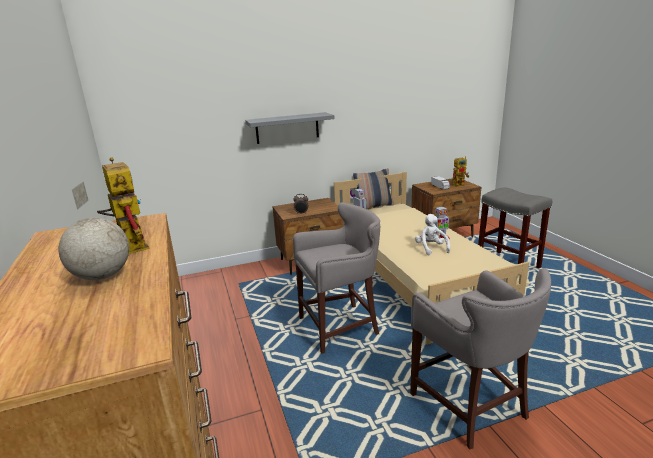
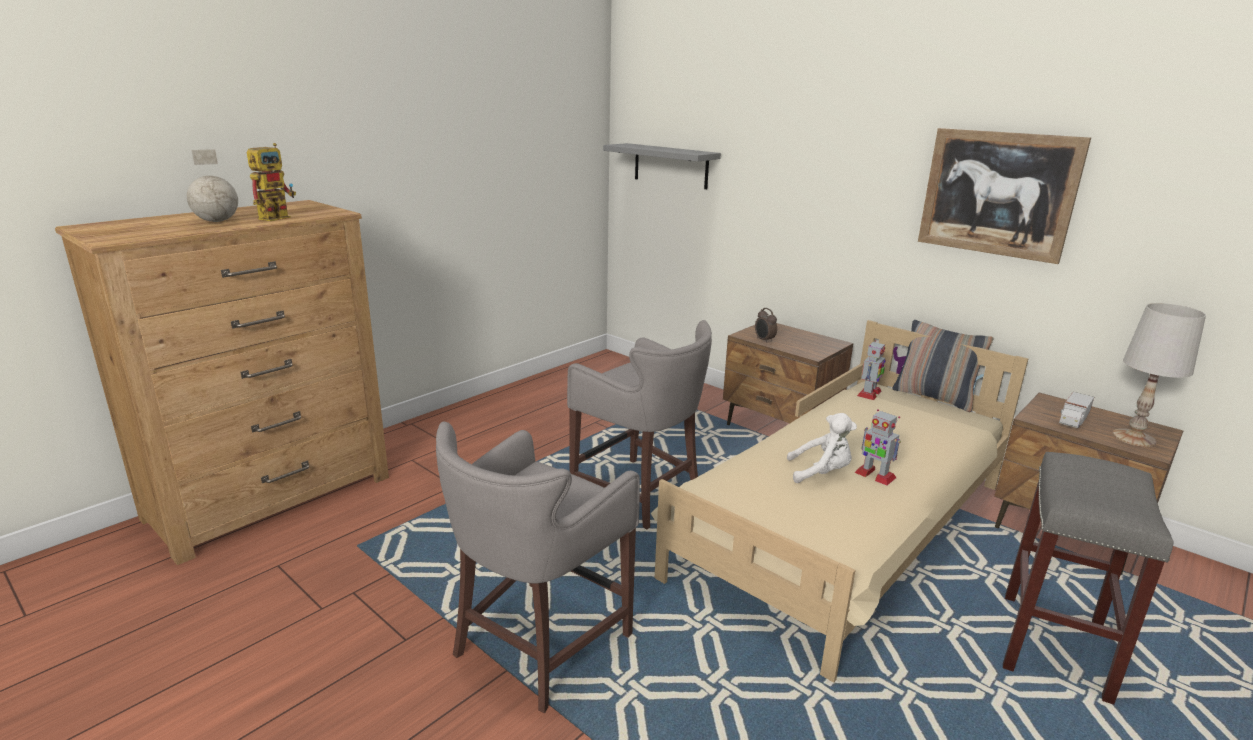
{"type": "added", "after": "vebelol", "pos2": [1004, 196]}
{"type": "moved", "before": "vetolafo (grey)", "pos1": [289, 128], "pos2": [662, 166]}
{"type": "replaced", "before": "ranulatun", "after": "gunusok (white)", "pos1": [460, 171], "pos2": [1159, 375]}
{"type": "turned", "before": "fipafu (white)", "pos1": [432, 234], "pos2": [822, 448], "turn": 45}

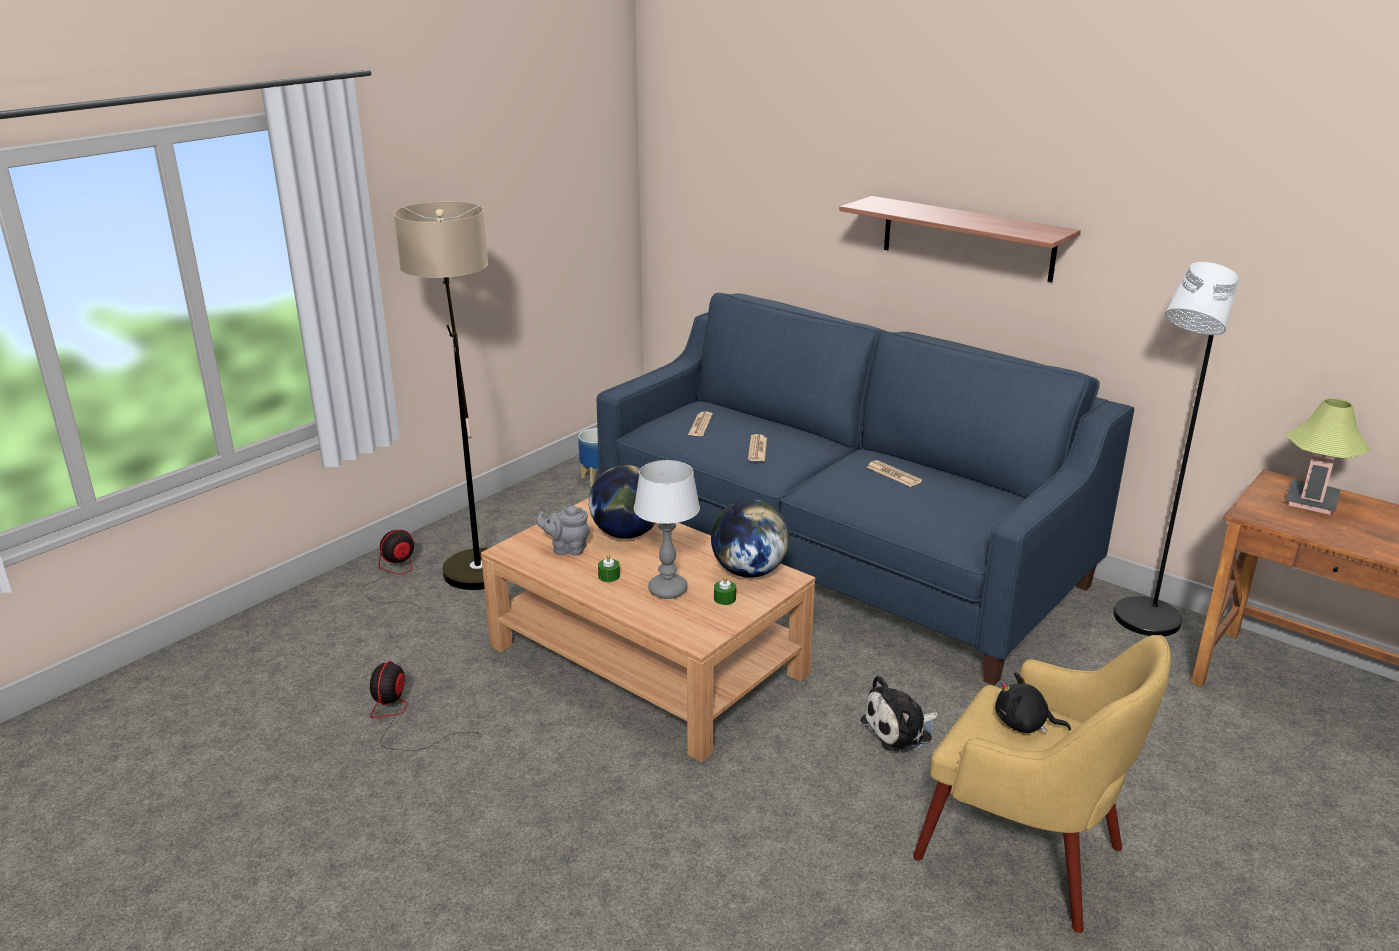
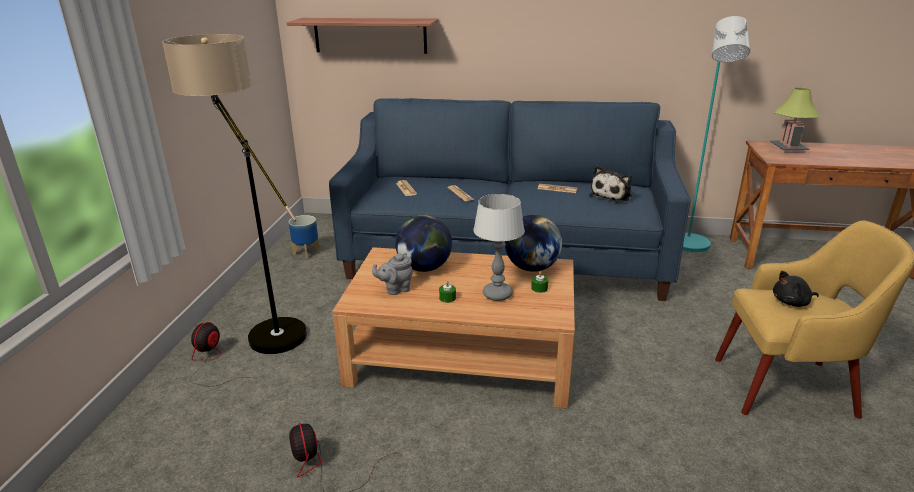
{"type": "moved", "before": "vetolafo", "pos1": [960, 239], "pos2": [363, 36]}
{"type": "moved", "before": "fipafu", "pos1": [899, 714], "pos2": [610, 184]}
{"type": "recoloured", "before": "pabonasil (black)", "after": "pabonasil (turquoise)", "pos1": [1176, 449], "pos2": [716, 134]}

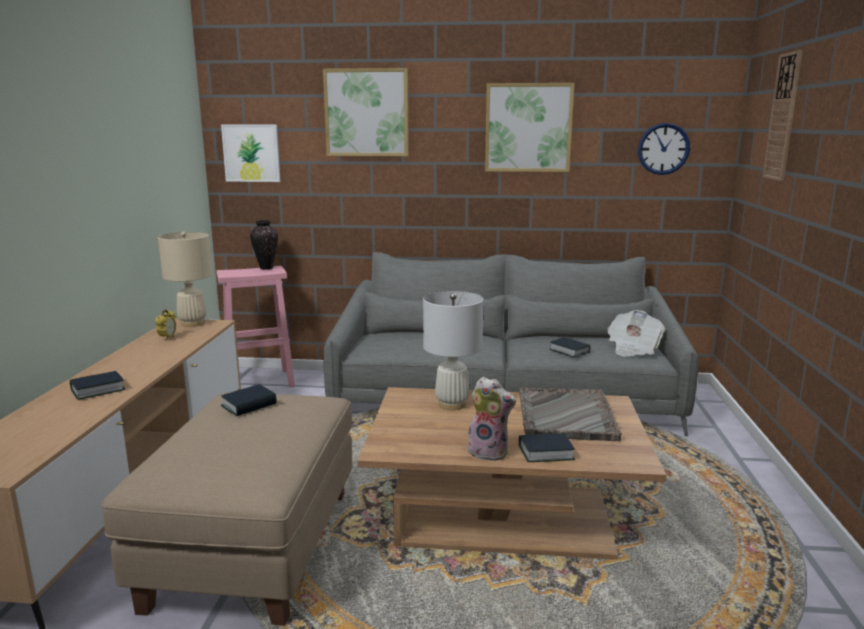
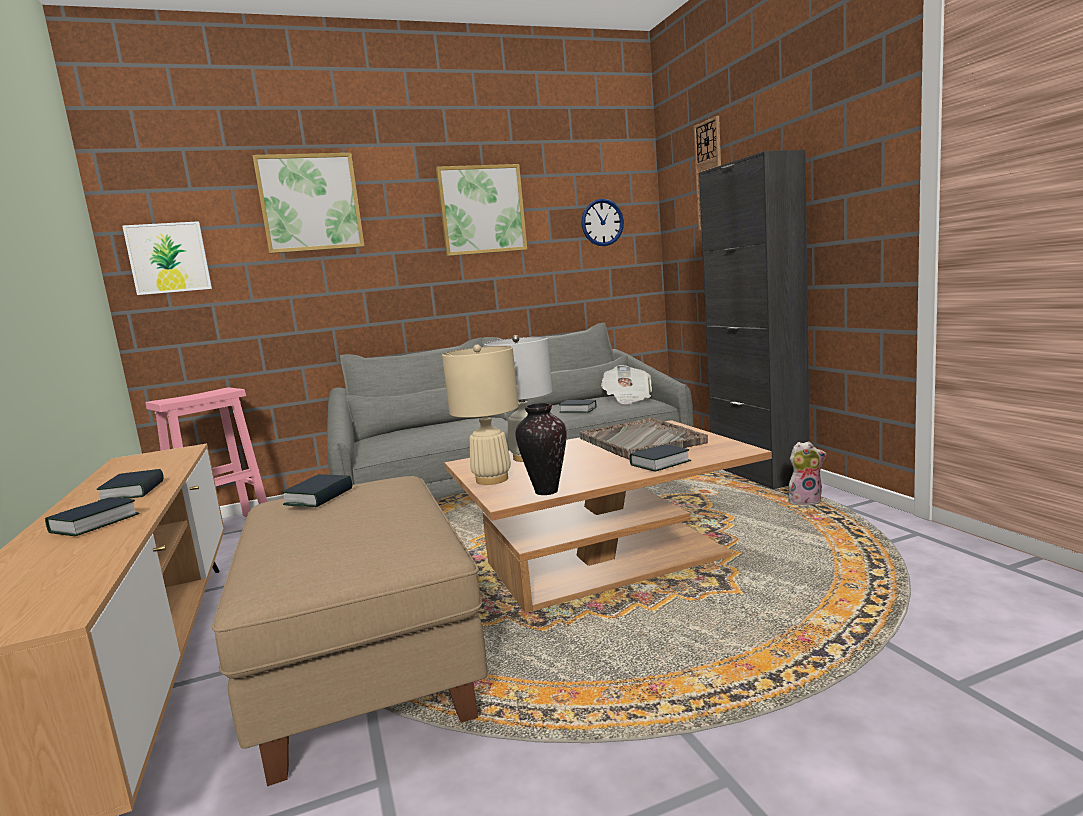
{"type": "removed", "before": "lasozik", "pos1": [165, 324]}
{"type": "added", "after": "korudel", "pos2": [130, 485]}
{"type": "added", "after": "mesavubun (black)", "pos2": [754, 319]}
{"type": "moved", "before": "gunusok (beige)", "pos1": [185, 279], "pos2": [480, 415]}
{"type": "moved", "before": "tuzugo", "pos1": [264, 244], "pos2": [541, 449]}
{"type": "moved", "before": "fipafu", "pos1": [491, 419], "pos2": [807, 473]}

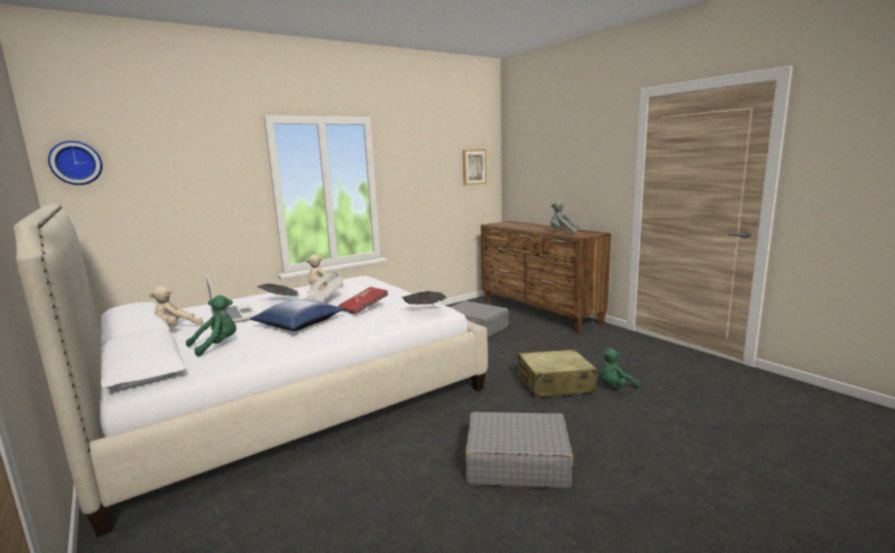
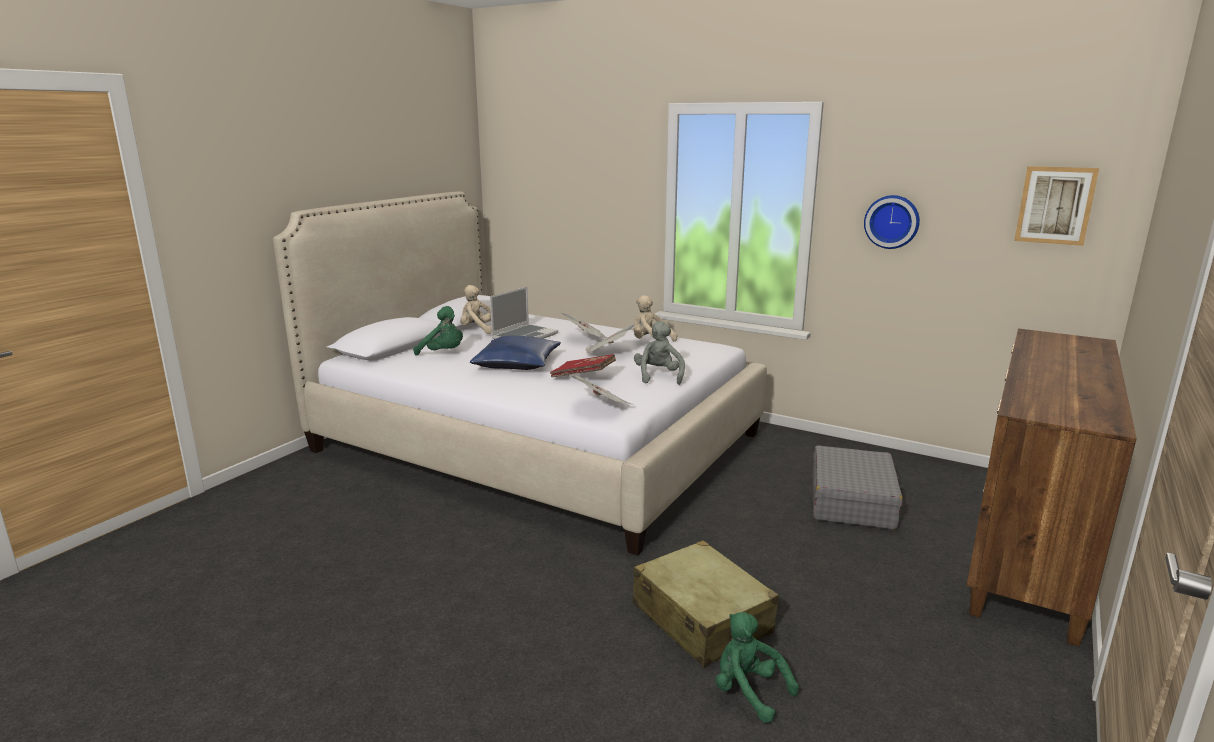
{"type": "removed", "before": "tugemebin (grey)", "pos1": [519, 450]}
{"type": "moved", "before": "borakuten", "pos1": [75, 163], "pos2": [892, 222]}
{"type": "moved", "before": "fipafu (grey)", "pos1": [564, 217], "pos2": [659, 353]}

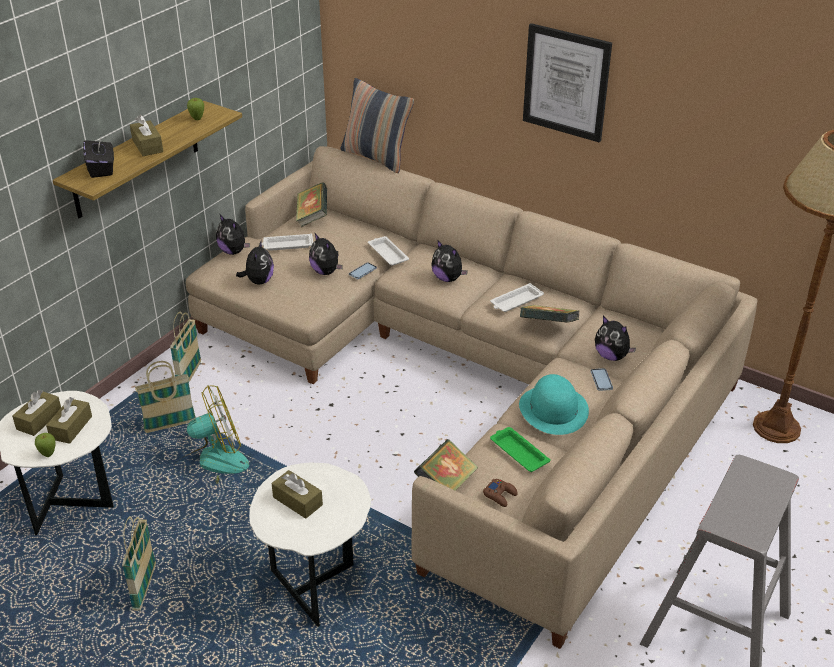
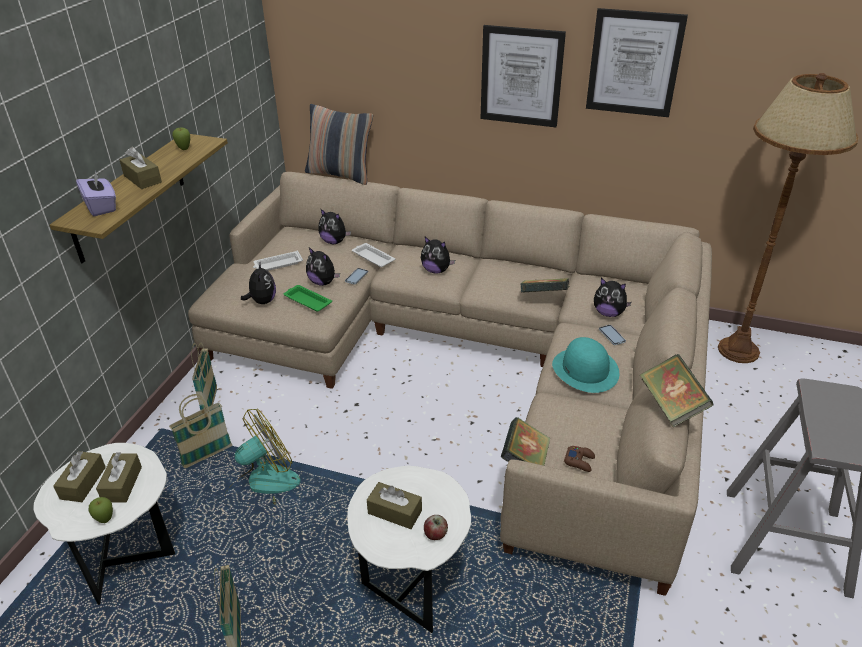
{"type": "removed", "before": "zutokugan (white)", "pos1": [517, 297]}
{"type": "added", "after": "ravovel", "pos2": [436, 527]}
{"type": "added", "after": "vebelol", "pos2": [637, 62]}
{"type": "moved", "before": "fipafu", "pos1": [233, 235], "pos2": [334, 226]}
{"type": "moved", "before": "korudel", "pos1": [311, 205], "pos2": [677, 391]}
{"type": "moved", "before": "zutokugan (green)", "pos1": [520, 449], "pos2": [308, 298]}
{"type": "recoloured", "before": "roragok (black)", "after": "roragok (purple)", "pos1": [98, 157], "pos2": [96, 193]}

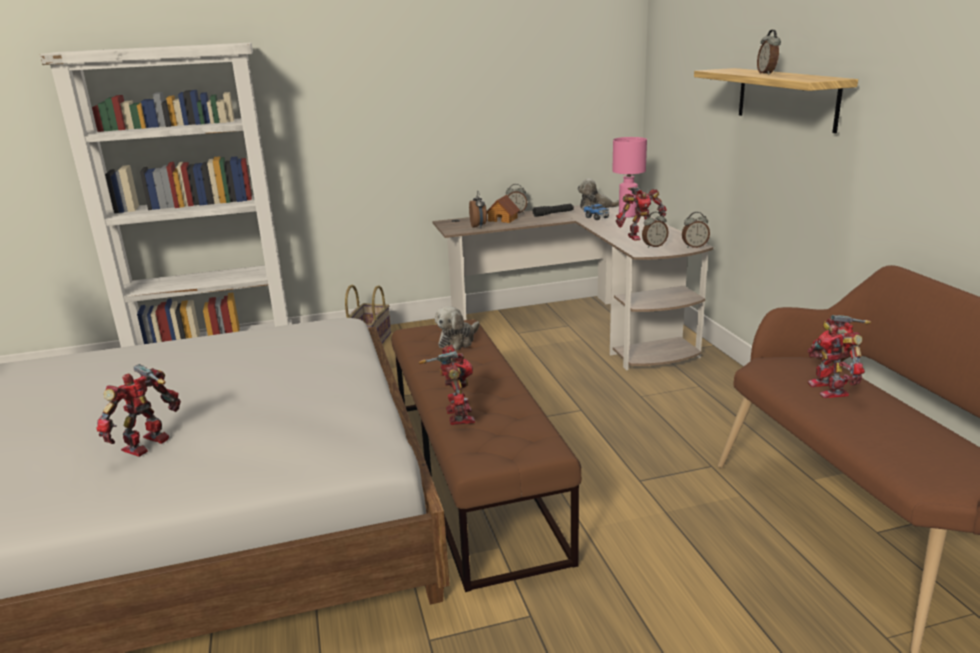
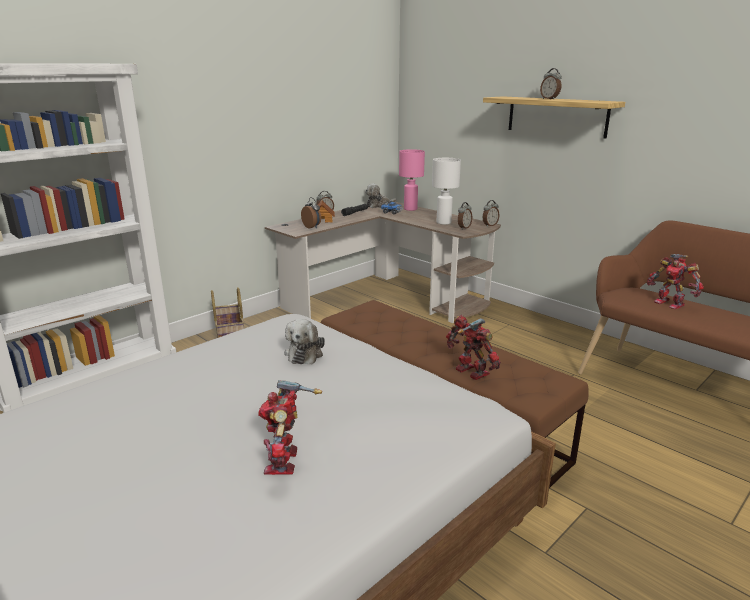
{"type": "moved", "before": "fipafu", "pos1": [457, 328], "pos2": [304, 341]}
{"type": "replaced", "before": "ranulatun", "after": "gunusok (white)", "pos1": [641, 214], "pos2": [446, 191]}

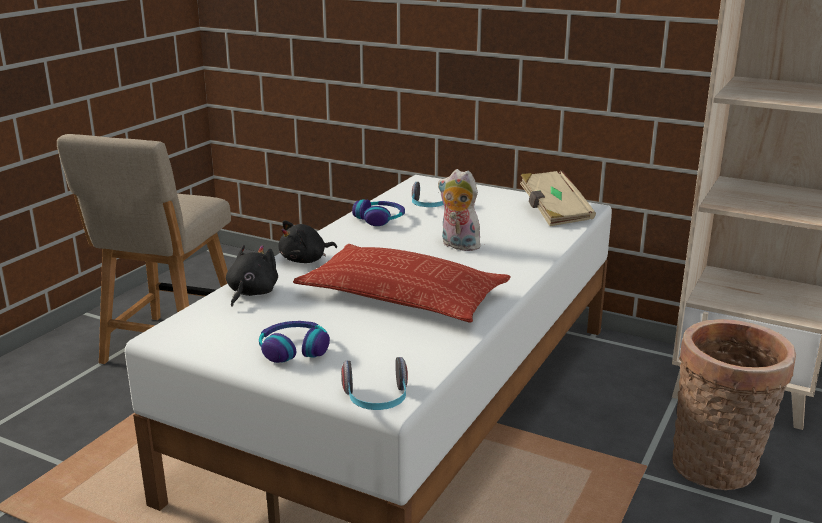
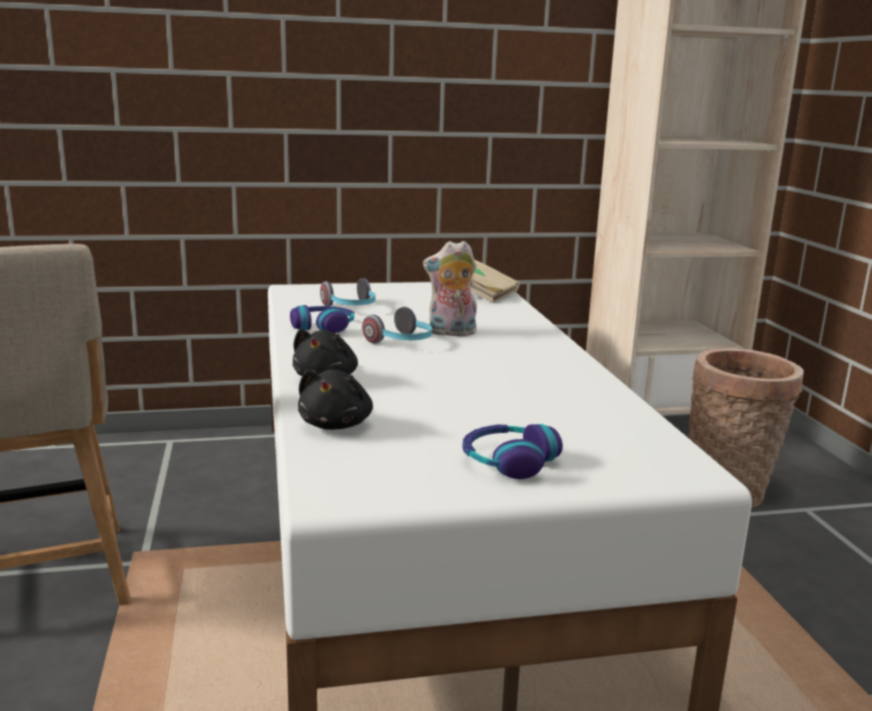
{"type": "removed", "before": "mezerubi", "pos1": [402, 283]}
{"type": "moved", "before": "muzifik", "pos1": [374, 383], "pos2": [397, 325]}
{"type": "turned", "before": "fipafu (black)", "pos1": [252, 276], "pos2": [335, 399], "turn": -150}

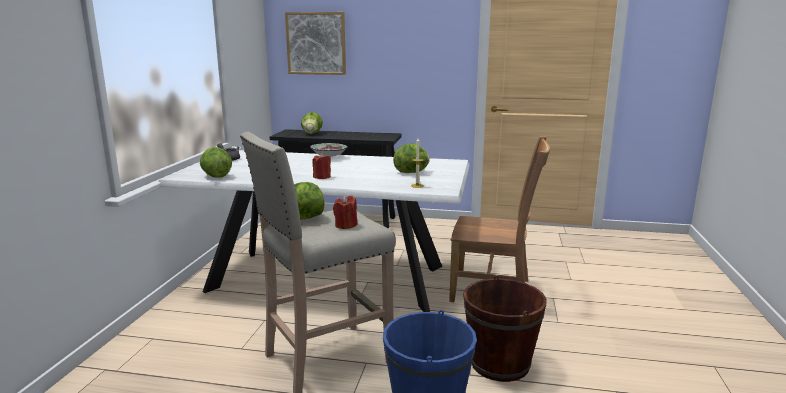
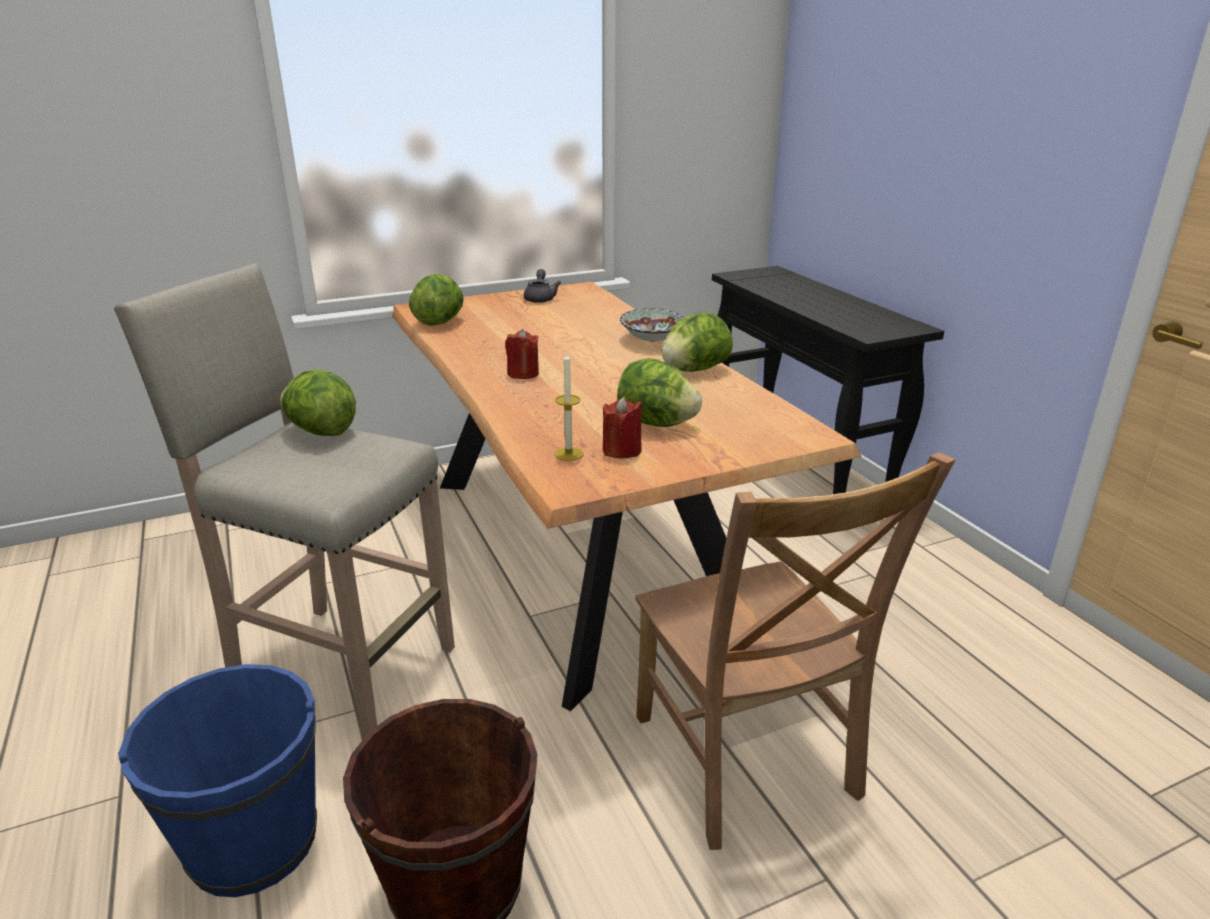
{"type": "removed", "before": "vebelol", "pos1": [315, 43]}
{"type": "moved", "before": "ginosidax", "pos1": [312, 123], "pos2": [697, 342]}
{"type": "moved", "before": "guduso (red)", "pos1": [345, 212], "pos2": [623, 428]}
{"type": "recoloured", "before": "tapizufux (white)", "after": "tapizufux (brown)", "pos1": [314, 231], "pos2": [627, 496]}

